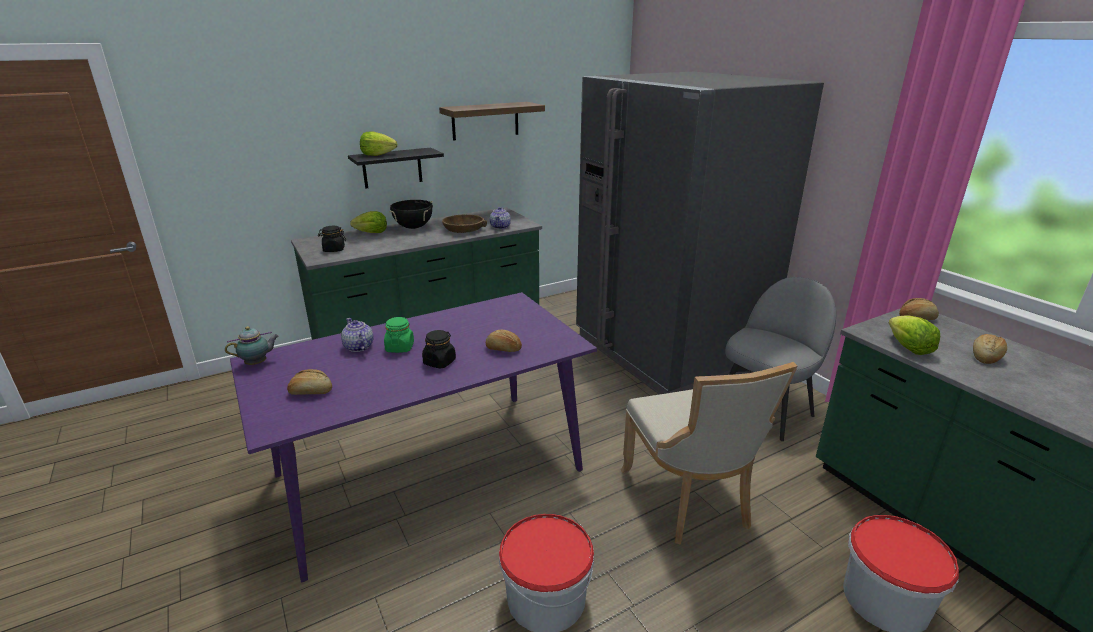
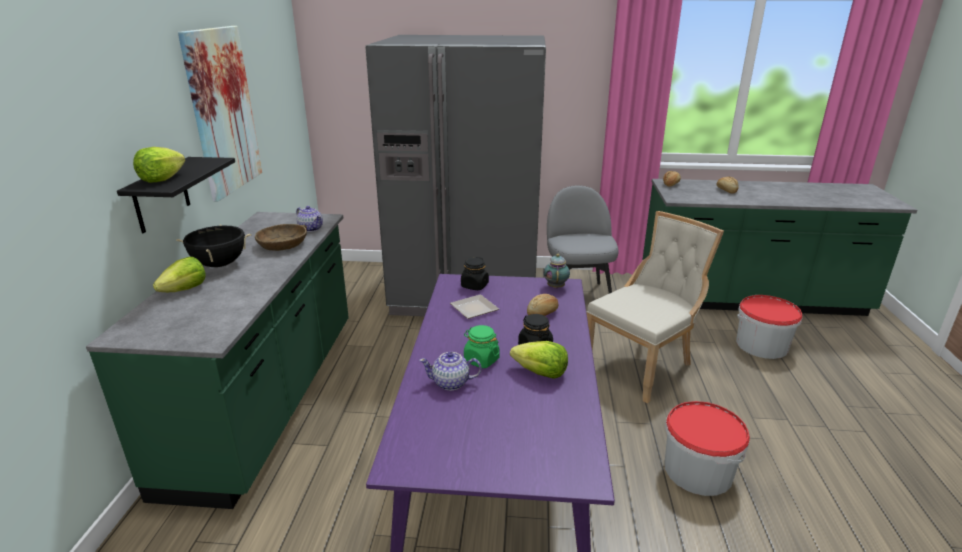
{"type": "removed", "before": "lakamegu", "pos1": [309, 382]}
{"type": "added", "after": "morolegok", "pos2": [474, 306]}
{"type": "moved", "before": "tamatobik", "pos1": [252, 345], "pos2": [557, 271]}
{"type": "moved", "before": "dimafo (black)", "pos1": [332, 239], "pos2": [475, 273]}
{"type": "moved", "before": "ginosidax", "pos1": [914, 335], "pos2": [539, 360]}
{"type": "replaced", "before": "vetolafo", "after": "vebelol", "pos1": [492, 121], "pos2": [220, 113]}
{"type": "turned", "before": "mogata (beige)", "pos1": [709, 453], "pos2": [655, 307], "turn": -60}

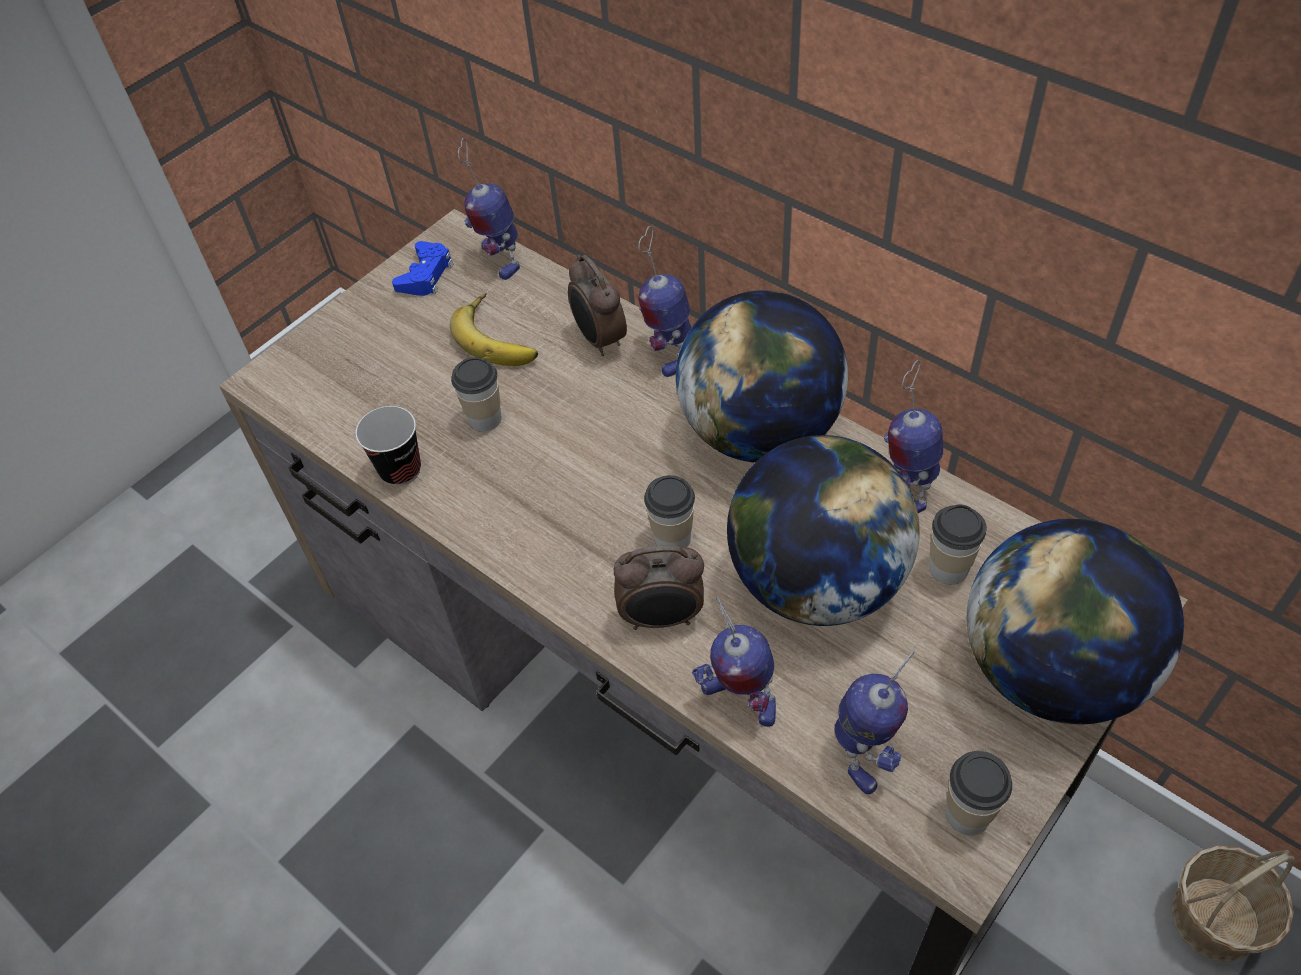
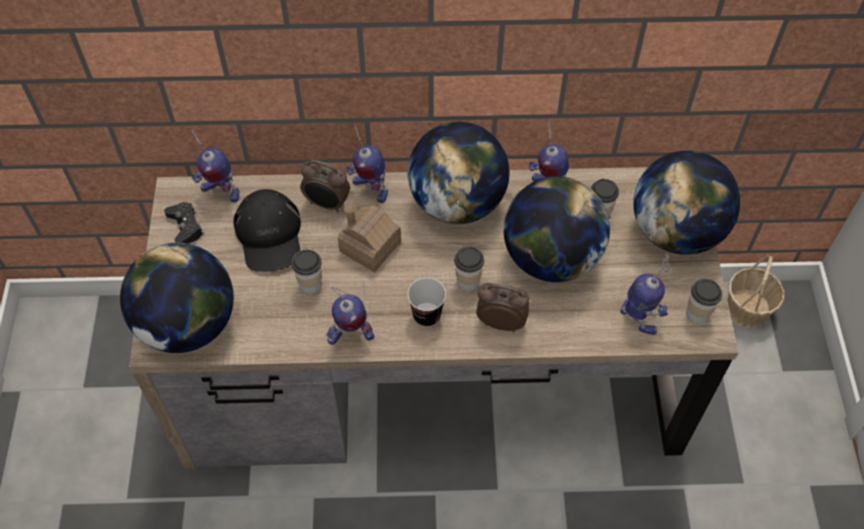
{"type": "added", "after": "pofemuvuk", "pos2": [177, 298]}
{"type": "added", "after": "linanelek", "pos2": [369, 237]}
{"type": "moved", "before": "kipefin", "pos1": [388, 446], "pos2": [426, 302]}
{"type": "moved", "before": "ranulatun", "pos1": [734, 662], "pos2": [350, 316]}
{"type": "replaced", "before": "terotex", "after": "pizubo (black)", "pos1": [494, 329], "pos2": [267, 230]}
{"type": "recoloured", "before": "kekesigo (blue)", "after": "kekesigo (black)", "pos1": [422, 268], "pos2": [184, 223]}
{"type": "turned", "before": "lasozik", "pos1": [659, 587], "pos2": [502, 307], "turn": -120}

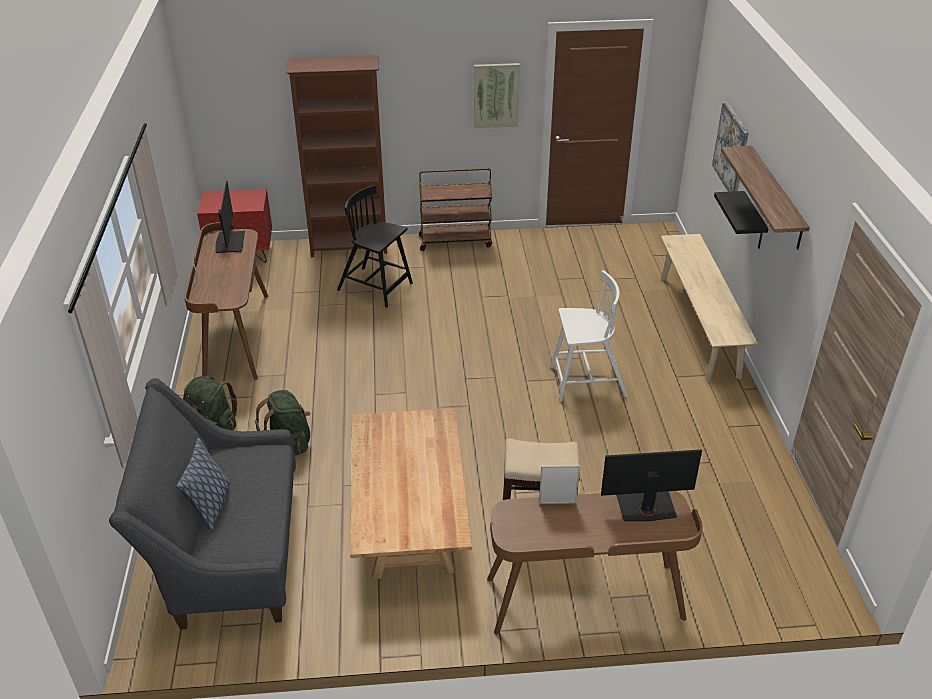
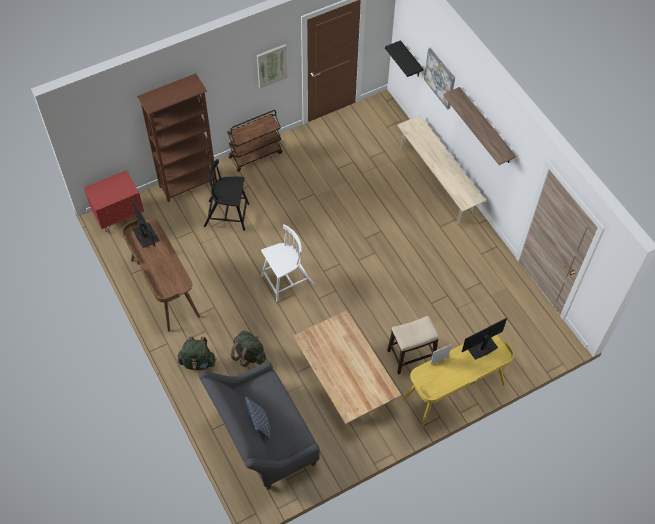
{"type": "moved", "before": "mogata (white)", "pos1": [589, 336], "pos2": [287, 263]}
{"type": "moved", "before": "vetolafo (black)", "pos1": [741, 220], "pos2": [404, 58]}
{"type": "recoloured", "before": "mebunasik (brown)", "after": "mebunasik (yellow)", "pos1": [595, 563], "pos2": [458, 382]}

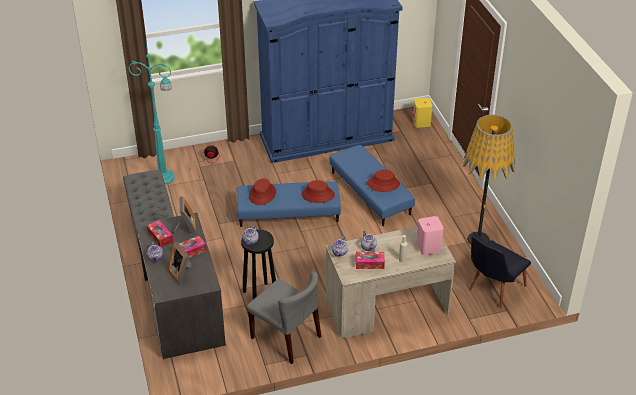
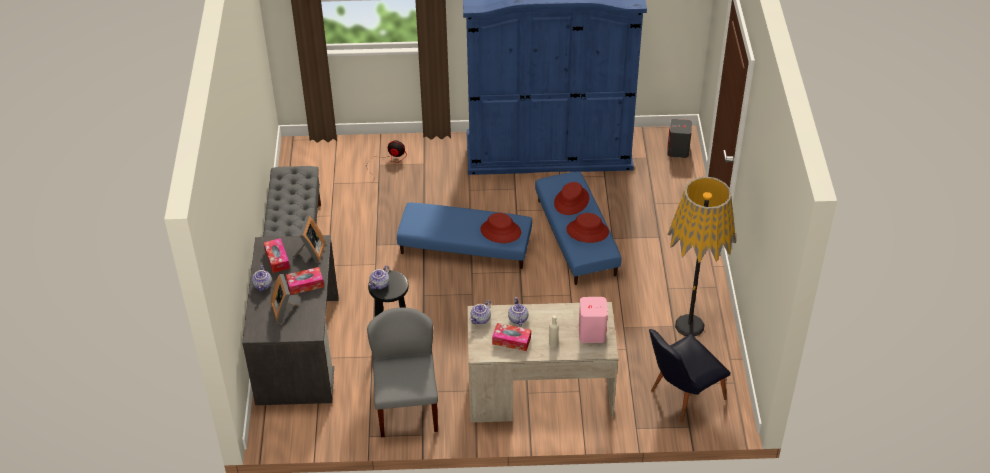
{"type": "removed", "before": "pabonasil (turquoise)", "pos1": [151, 114]}
{"type": "moved", "before": "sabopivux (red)", "pos1": [262, 191], "pos2": [571, 198]}
{"type": "recoloured", "before": "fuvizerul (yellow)", "after": "fuvizerul (grey)", "pos1": [423, 113], "pos2": [679, 138]}
{"type": "turned", "before": "mogata (grey)", "pos1": [284, 317], "pos2": [402, 372], "turn": -150}

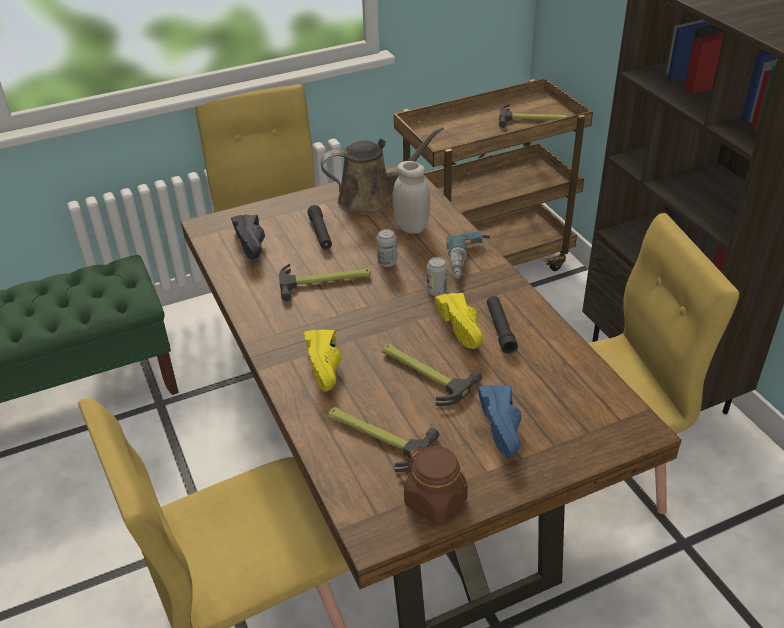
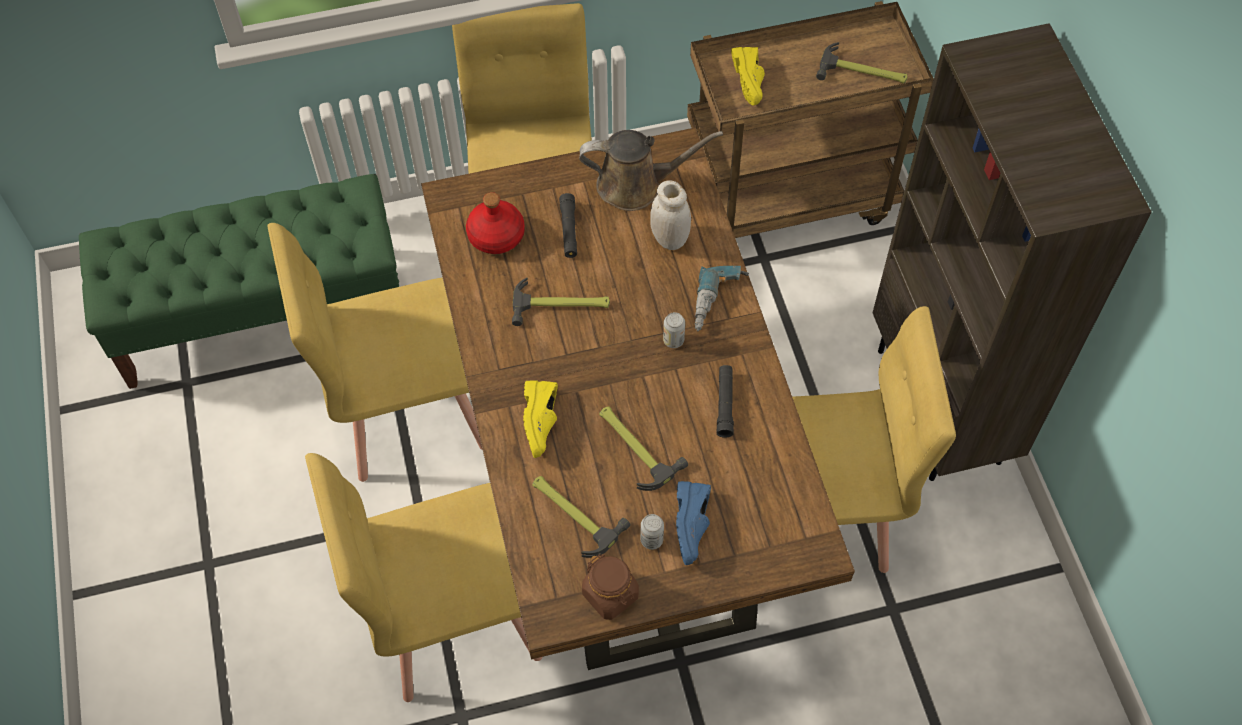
{"type": "added", "after": "mogata (yellow)", "pos2": [374, 352]}
{"type": "moved", "before": "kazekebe", "pos1": [387, 248], "pos2": [652, 532]}
{"type": "moved", "before": "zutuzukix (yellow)", "pos1": [459, 321], "pos2": [748, 76]}
{"type": "replaced", "before": "zutuzukix (black)", "after": "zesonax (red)", "pos1": [248, 237], "pos2": [495, 223]}

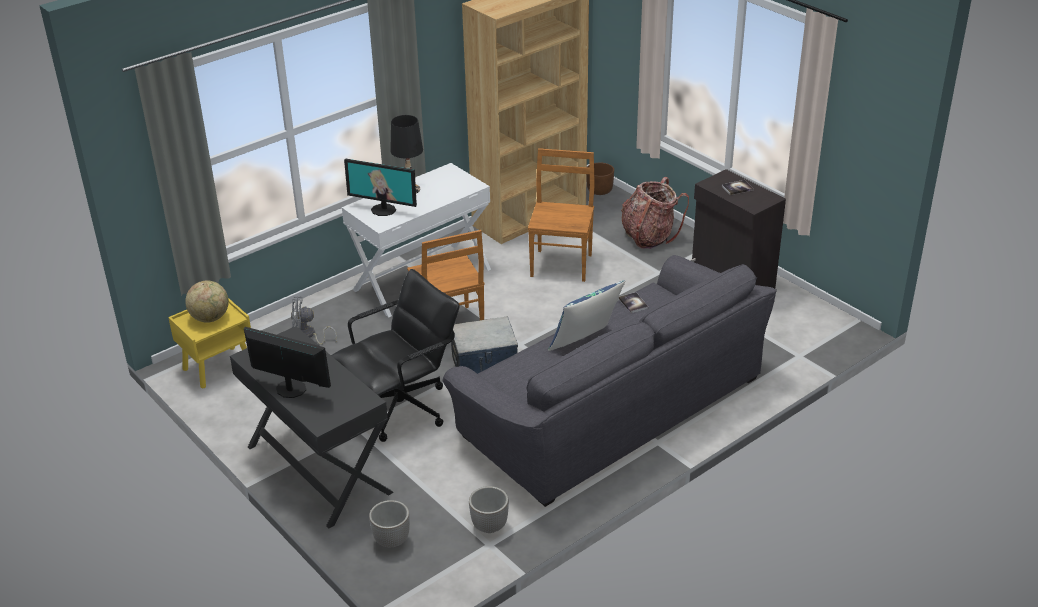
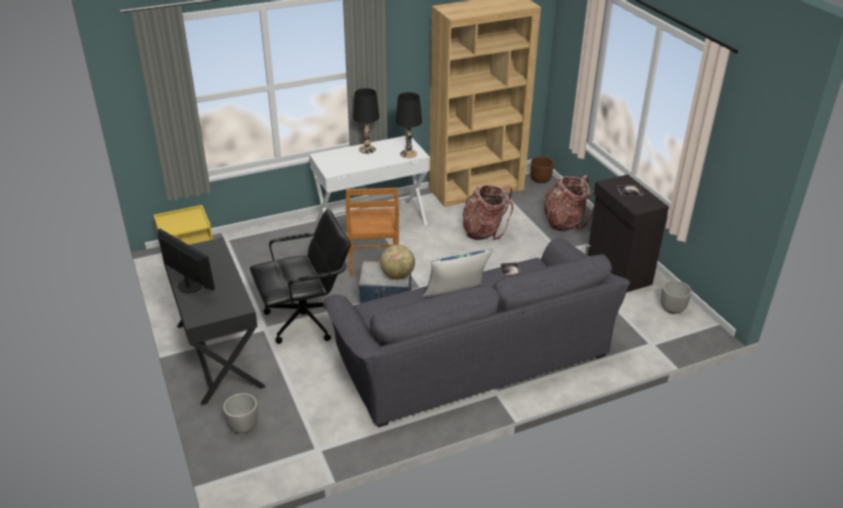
{"type": "removed", "before": "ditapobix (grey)", "pos1": [314, 320]}
{"type": "removed", "before": "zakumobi", "pos1": [380, 187]}
{"type": "added", "after": "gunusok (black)", "pos2": [409, 125]}
{"type": "moved", "before": "pofemuvuk", "pos1": [207, 302], "pos2": [397, 262]}
{"type": "moved", "before": "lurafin", "pos1": [489, 509], "pos2": [676, 297]}
{"type": "replaced", "before": "mogata (brown)", "after": "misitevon", "pos1": [561, 215], "pos2": [488, 212]}

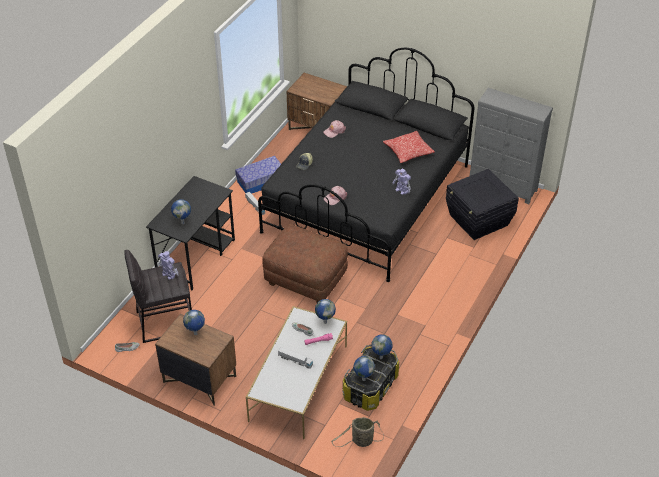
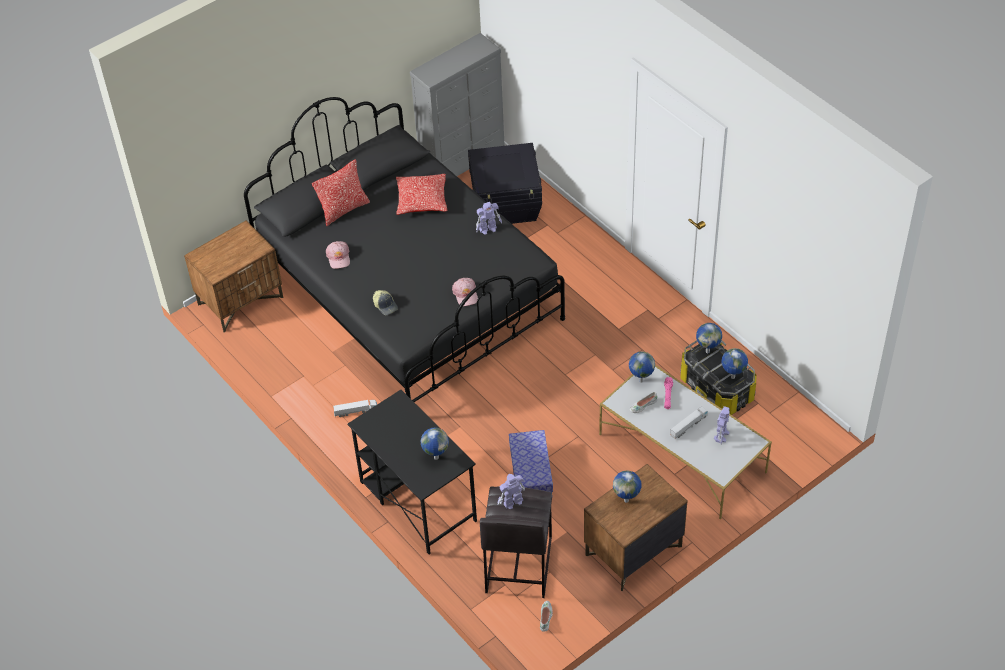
{"type": "removed", "before": "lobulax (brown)", "pos1": [305, 263]}
{"type": "removed", "before": "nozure", "pos1": [357, 432]}
{"type": "added", "after": "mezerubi", "pos2": [341, 192]}
{"type": "added", "after": "ranulatun", "pos2": [722, 425]}
{"type": "moved", "before": "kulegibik", "pos1": [258, 175], "pos2": [531, 461]}

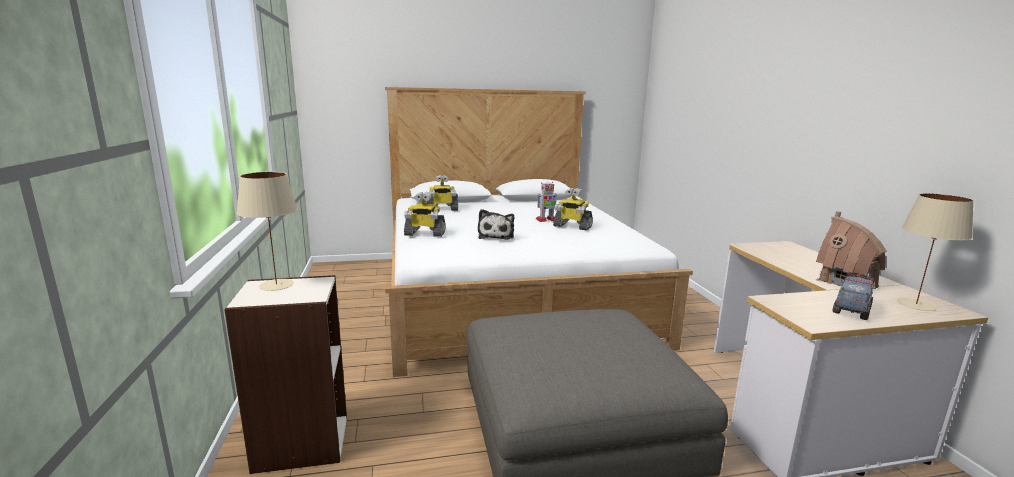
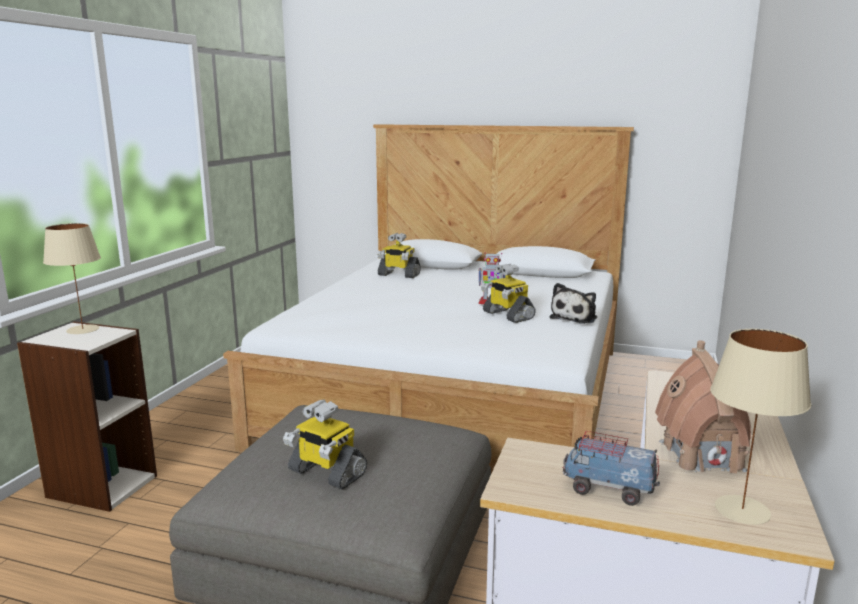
{"type": "moved", "before": "ranulatun", "pos1": [424, 214], "pos2": [325, 444]}
{"type": "moved", "before": "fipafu", "pos1": [496, 224], "pos2": [573, 303]}
{"type": "turned", "before": "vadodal", "pos1": [854, 296], "pos2": [611, 468], "turn": -135}

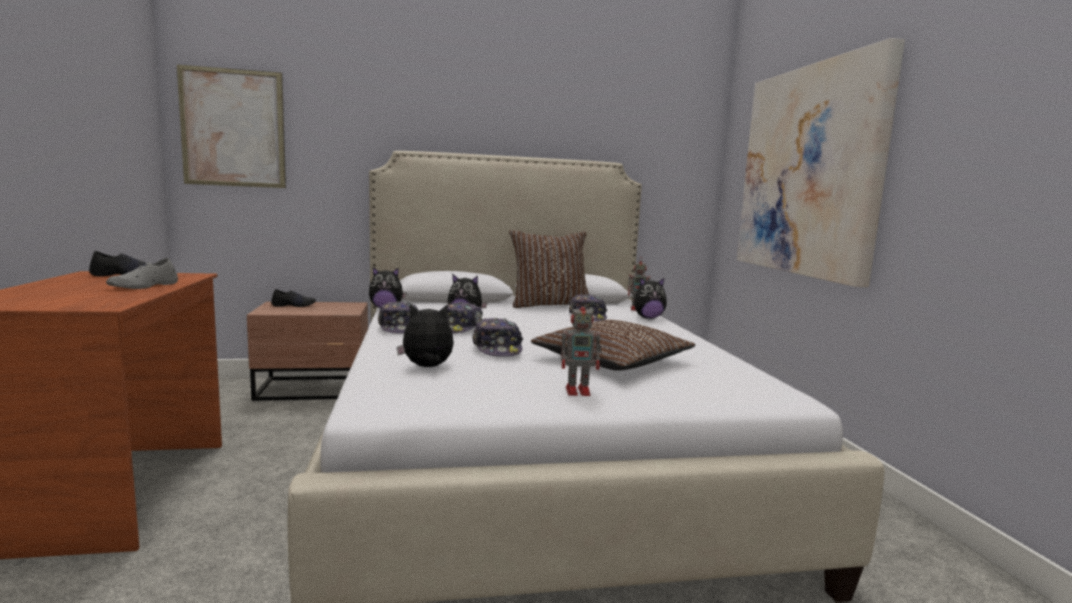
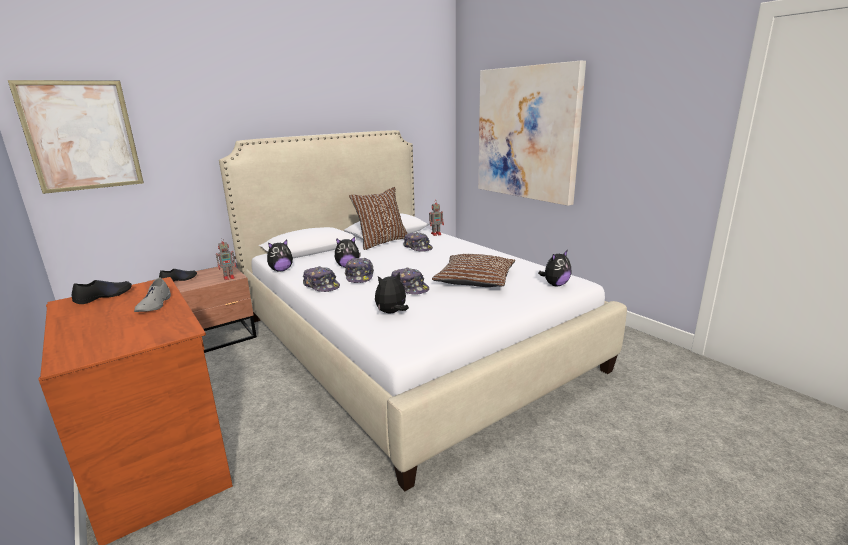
{"type": "moved", "before": "ranulatun", "pos1": [581, 347], "pos2": [226, 259]}
{"type": "moved", "before": "fipafu", "pos1": [650, 298], "pos2": [555, 268]}

